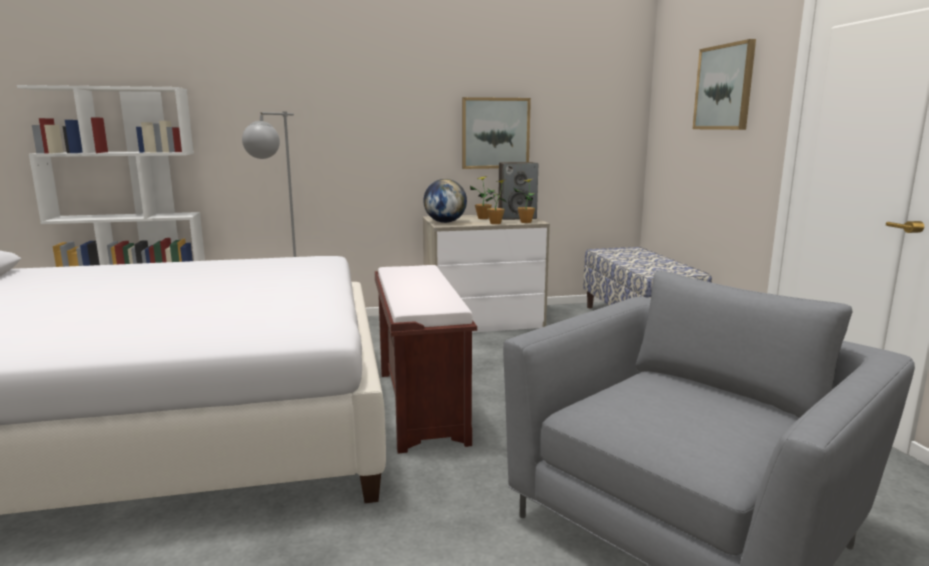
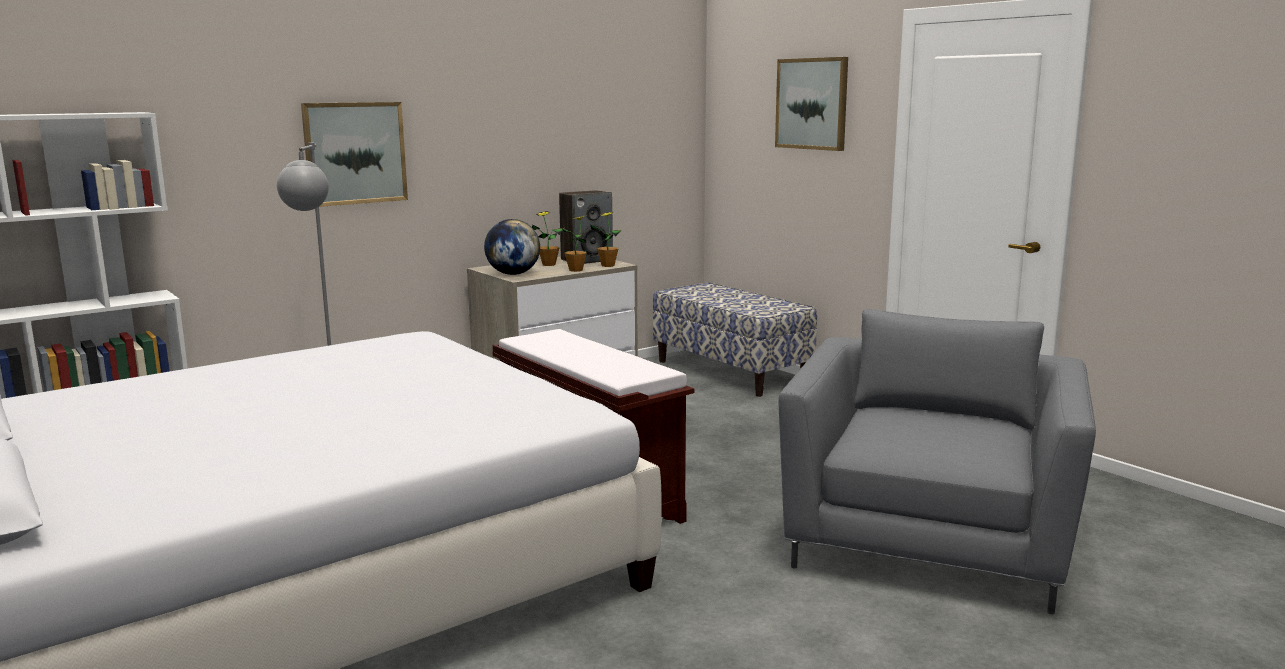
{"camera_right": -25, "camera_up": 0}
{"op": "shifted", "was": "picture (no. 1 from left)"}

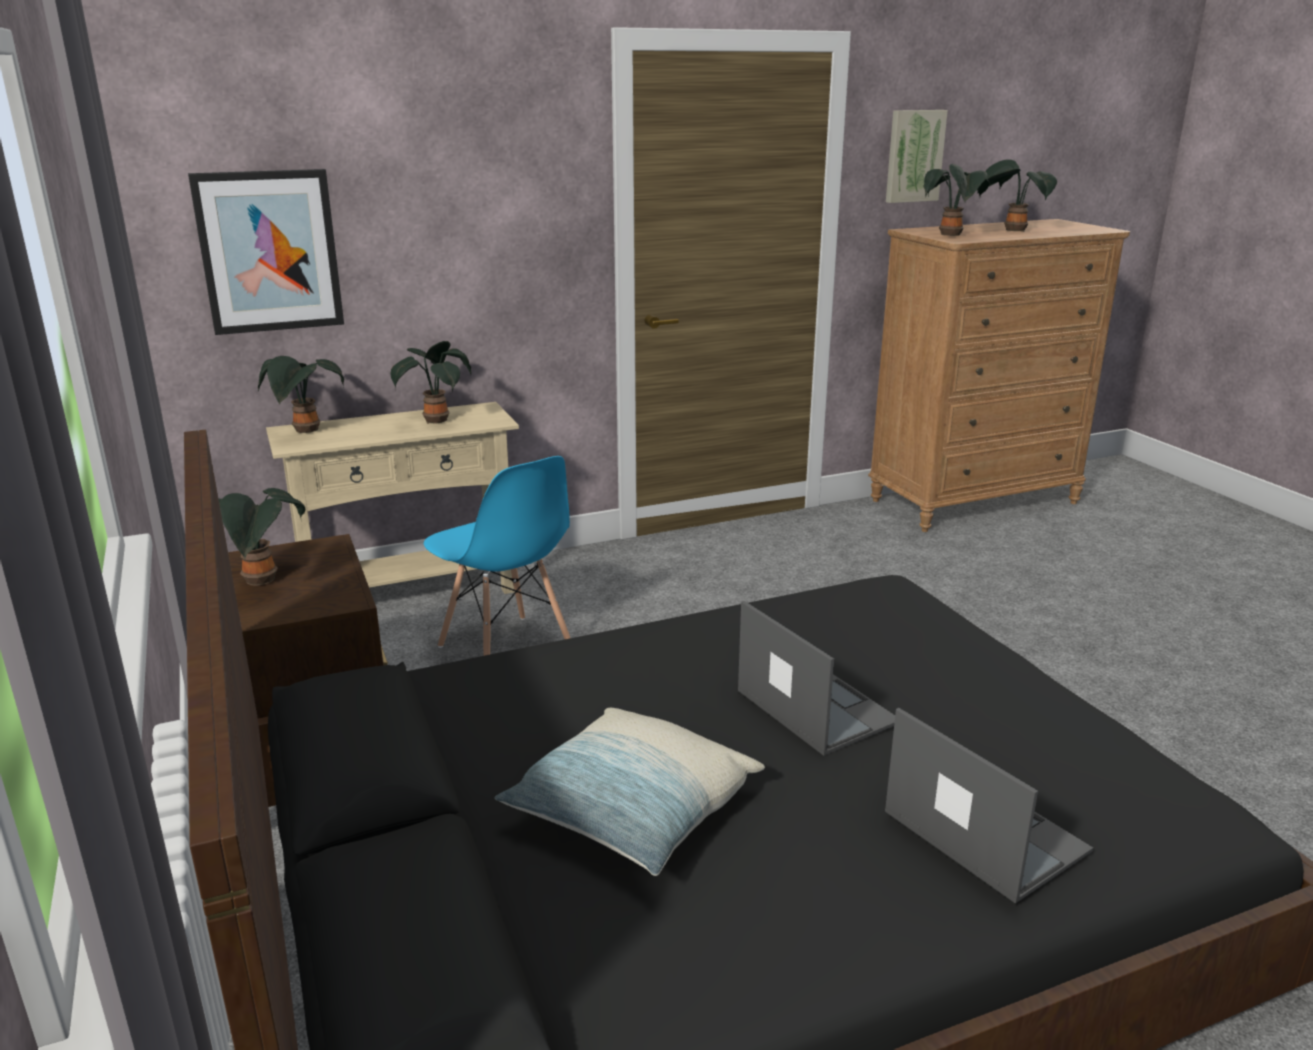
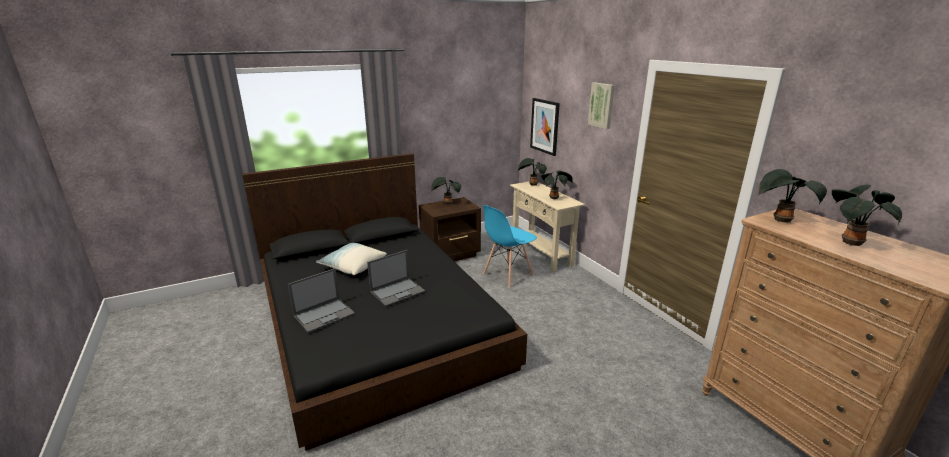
{"camera_right": 85, "camera_up": 0}
{"op": "shifted", "was": "picture (no. 2 from left)"}

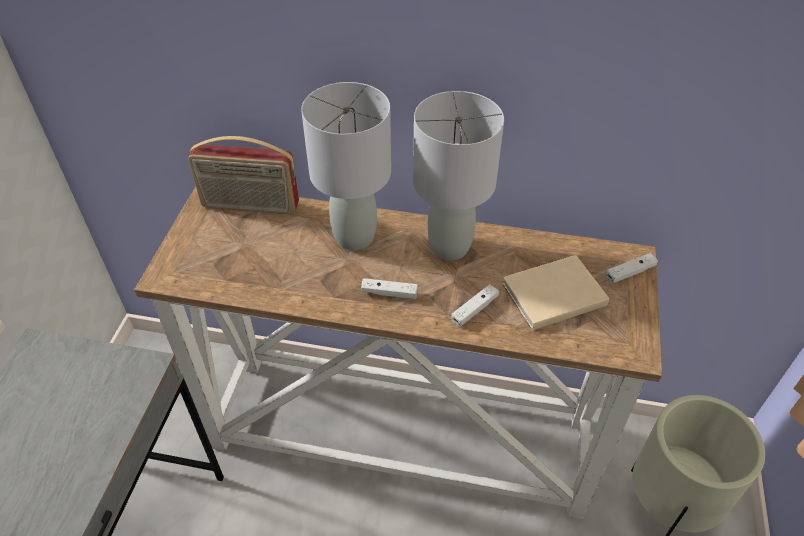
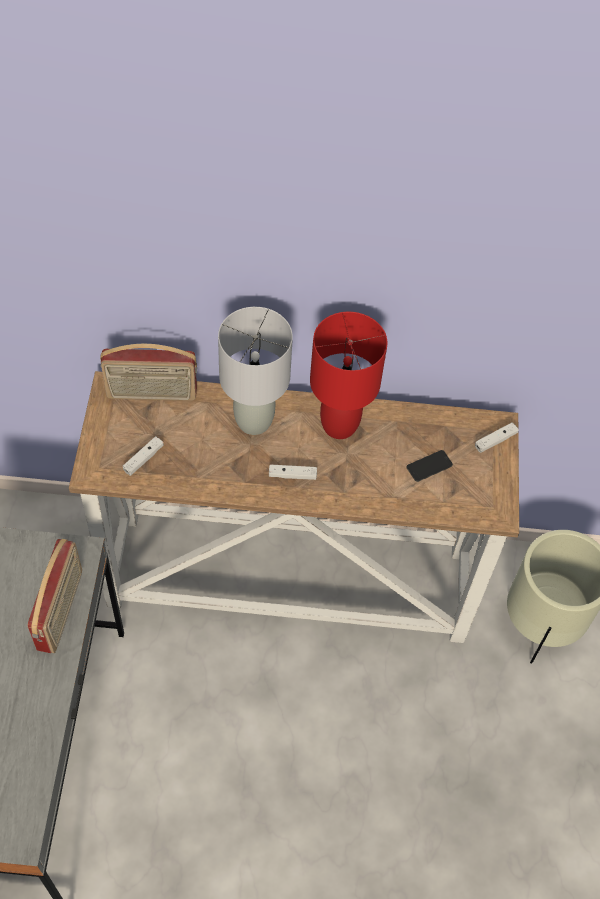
{"camera_right": -10, "camera_up": 10}
{"op": "repainted", "was": "grey table lamp (no. 2 from left)", "now": "red table lamp"}
{"op": "shifted", "was": "white game controller (no. 2 from left in the first image)", "now": "white game controller (no. 1 from left)"}
{"op": "swapped", "was": "beige book", "now": "phone"}
{"op": "new", "now": "radio (no. 1 from left)"}

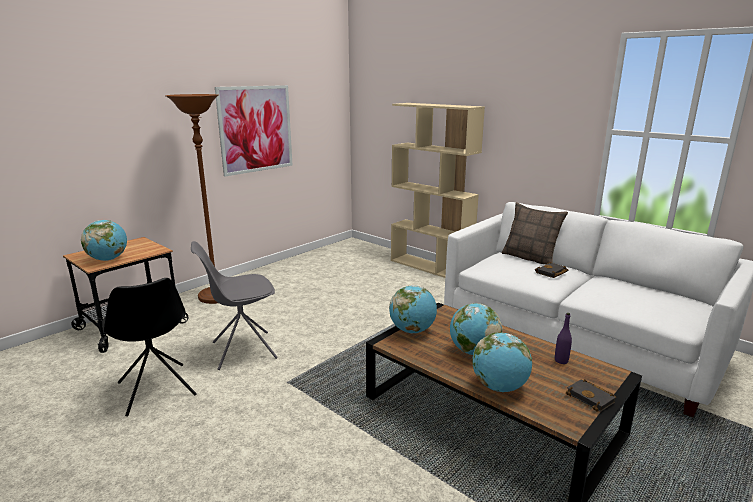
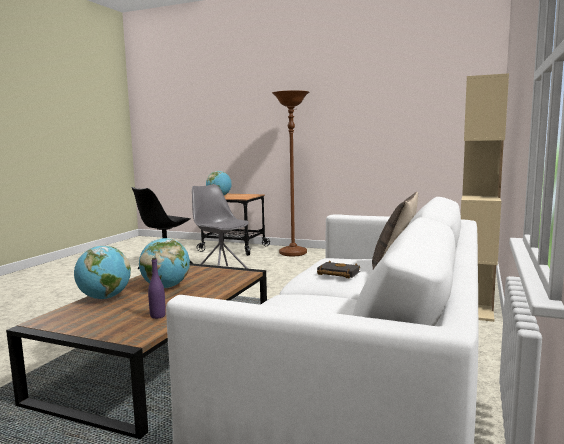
{"camera_right": 70, "camera_up": -10}
{"op": "gone", "was": "picture"}
{"op": "gone", "was": "globe (no. 2 from left)"}
{"op": "gone", "was": "black book (no. 2 from left)"}

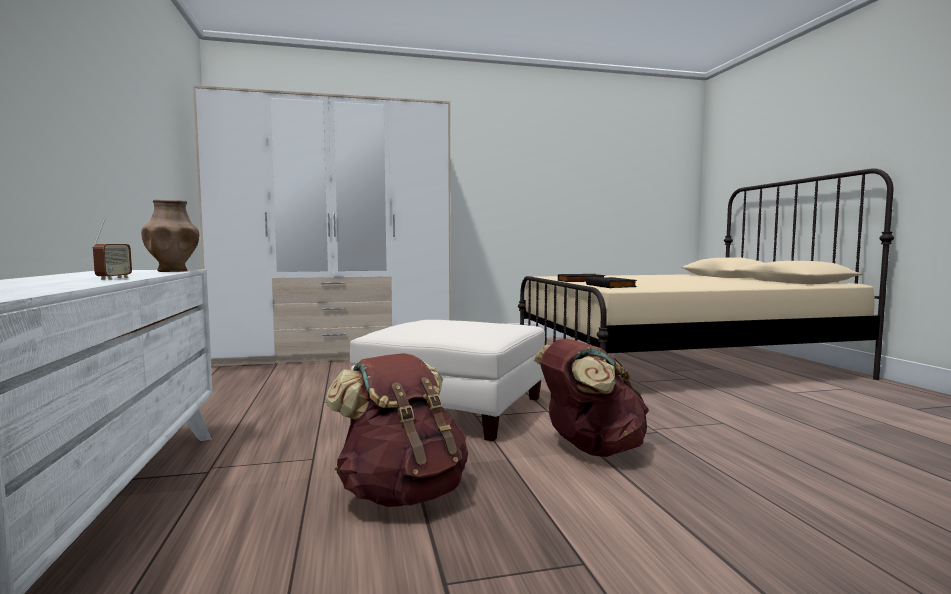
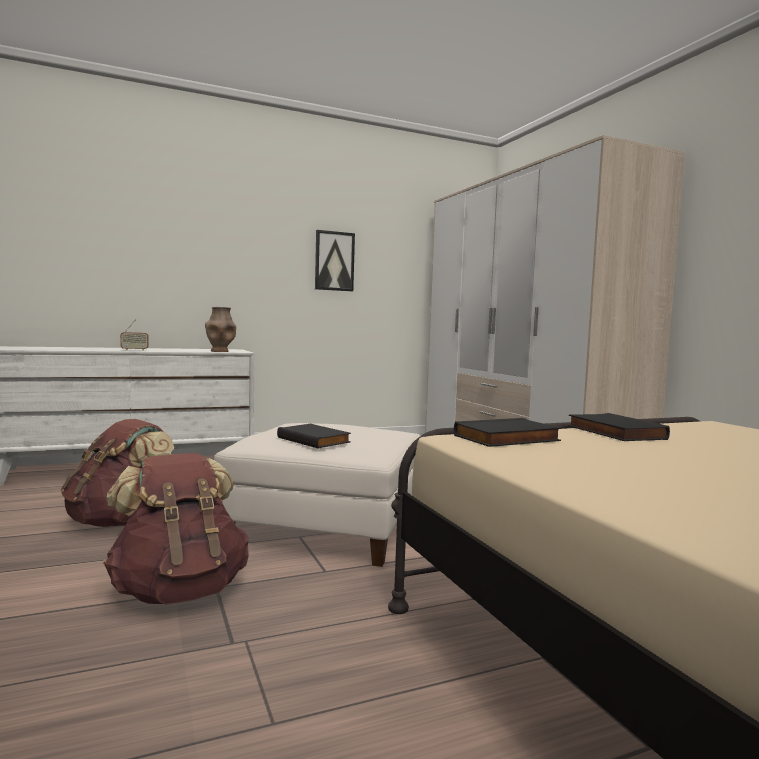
{"camera_right": 80, "camera_up": 0}
{"op": "new", "now": "black book (no. 1 from left)"}
{"op": "new", "now": "picture"}

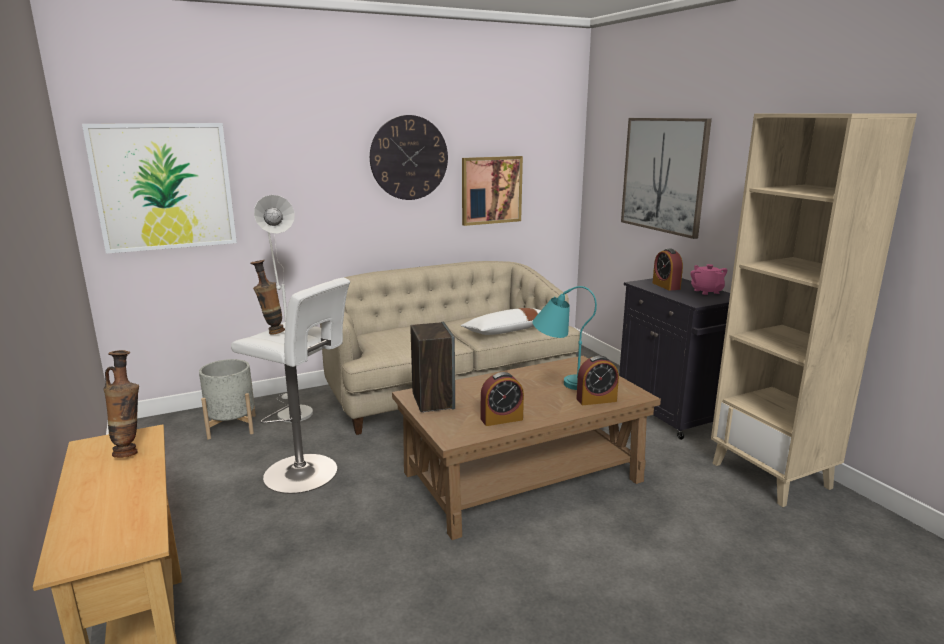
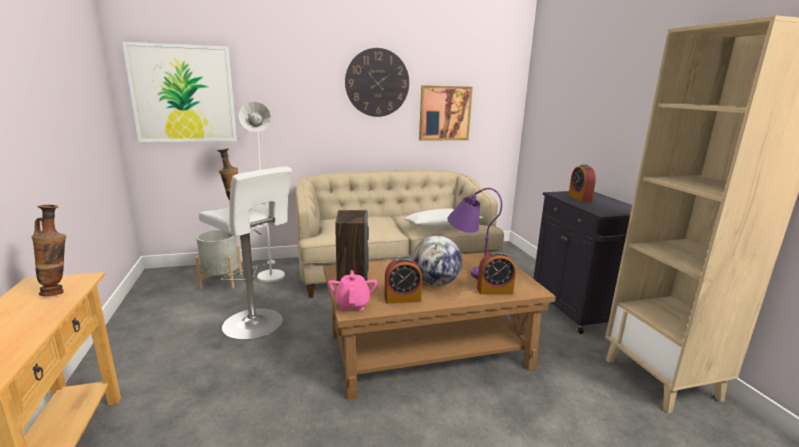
{"camera_right": 10, "camera_up": 0}
{"op": "repainted", "was": "turquoise table lamp", "now": "purple table lamp"}
{"op": "gone", "was": "picture (no. 3 from left)"}
{"op": "shifted", "was": "pink teapot"}
{"op": "new", "now": "globe"}

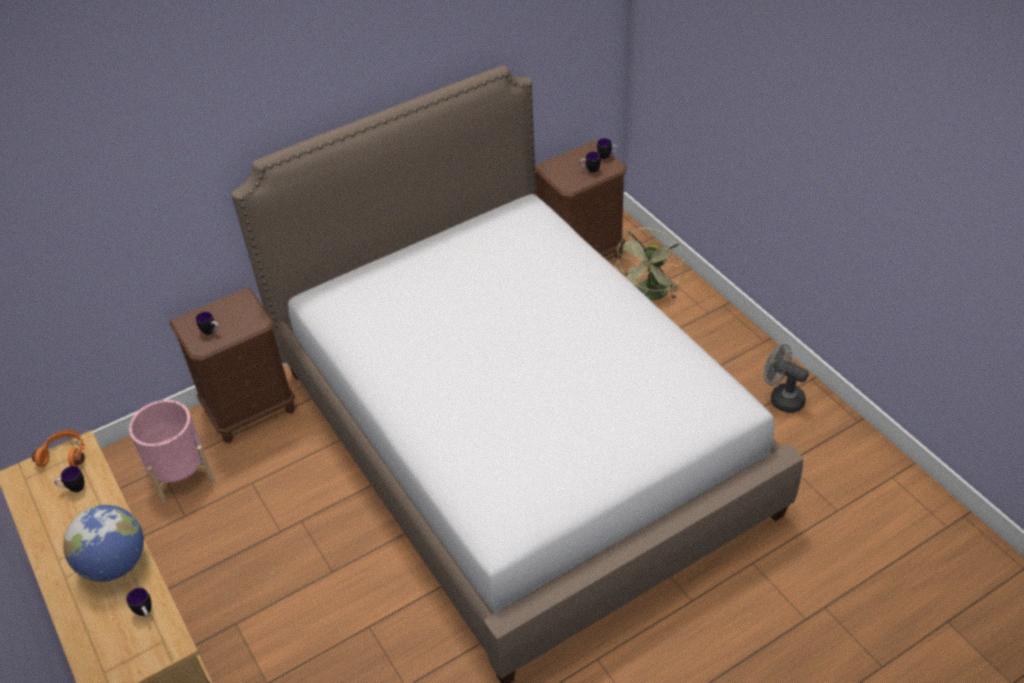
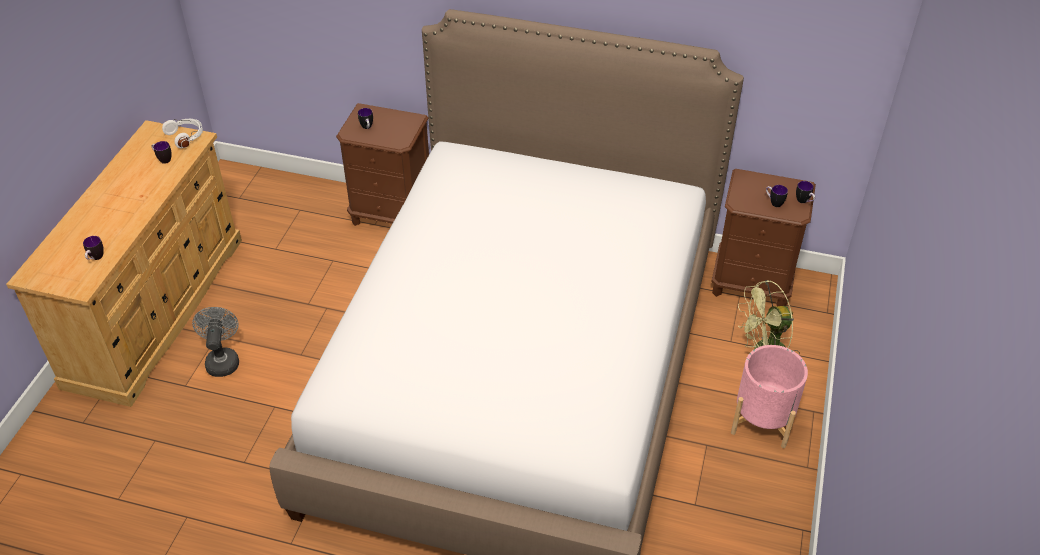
{"camera_right": 45, "camera_up": 0}
{"op": "repainted", "was": "orange headphones", "now": "white headphones"}
{"op": "gone", "was": "globe"}
{"op": "shifted", "was": "pink planter"}
{"op": "shifted", "was": "grey fan"}

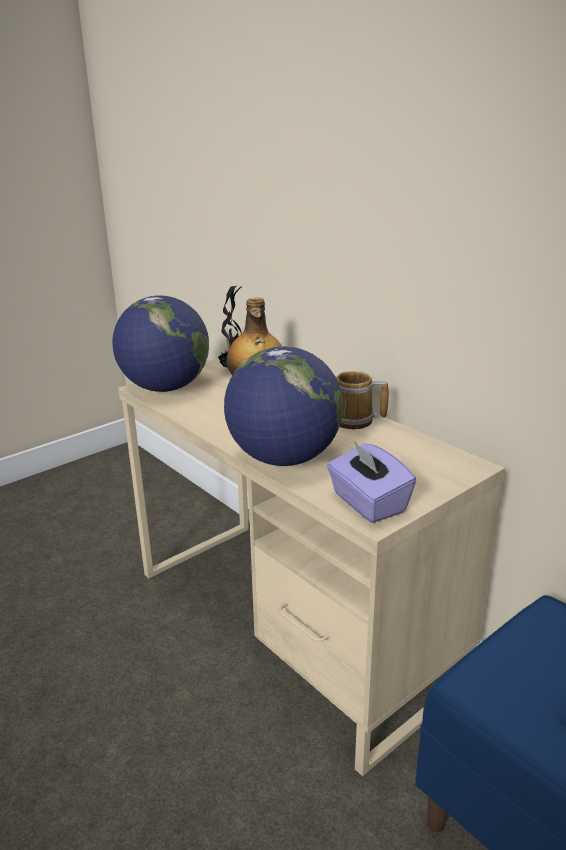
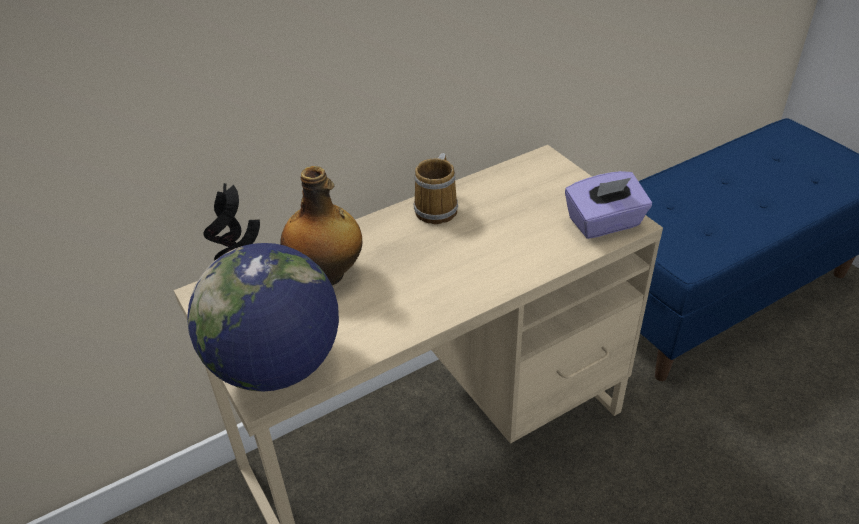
{"camera_right": -80, "camera_up": 15}
{"op": "gone", "was": "globe (no. 2 from left)"}

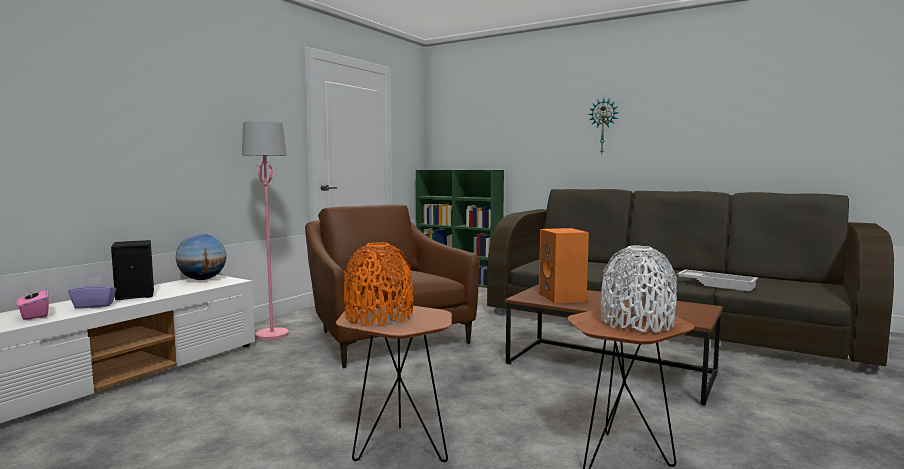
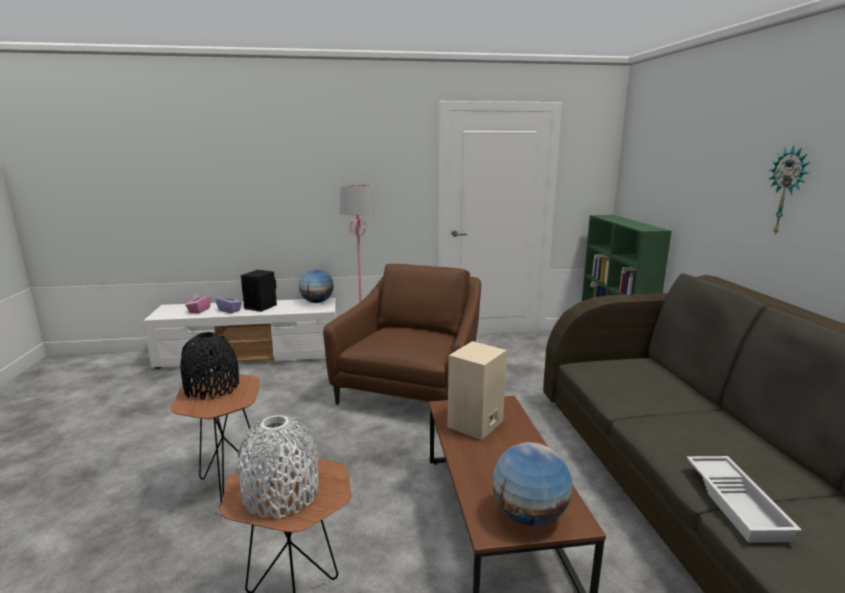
{"camera_right": 50, "camera_up": 10}
{"op": "repainted", "was": "orange vase", "now": "black vase"}
{"op": "repainted", "was": "orange speaker", "now": "beige speaker"}
{"op": "new", "now": "globe (no. 2 from left)"}

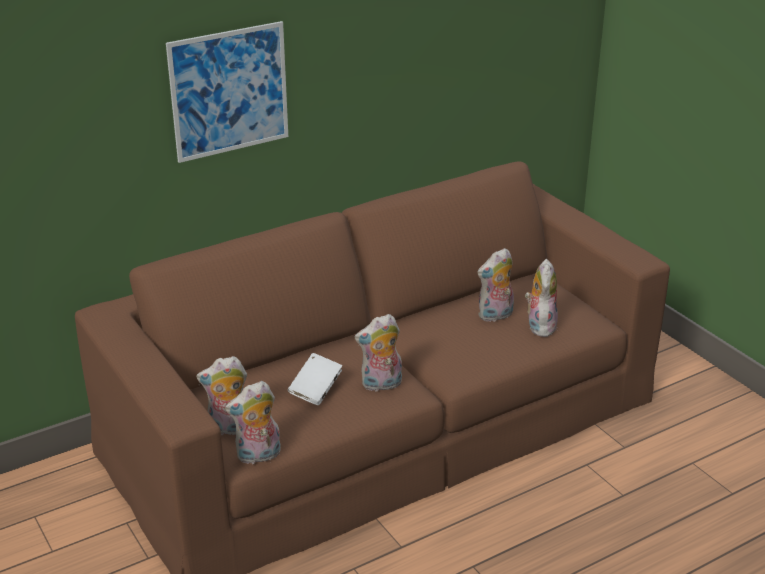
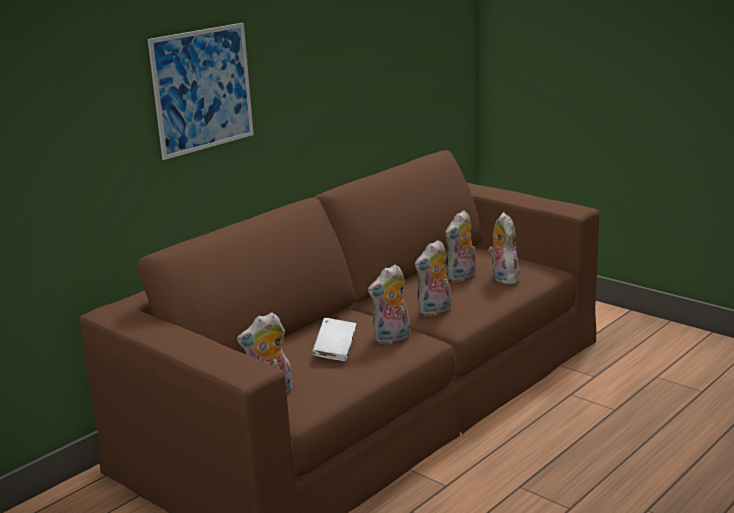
{"camera_right": -15, "camera_up": -10}
{"op": "shifted", "was": "plush toy (no. 2 from left in the first image)", "now": "plush toy (no. 3 from left)"}

